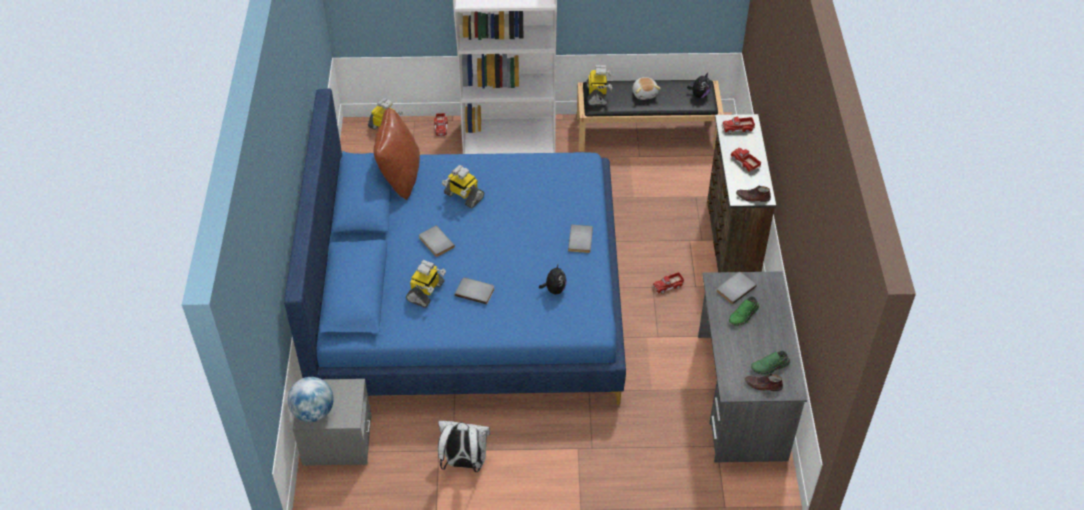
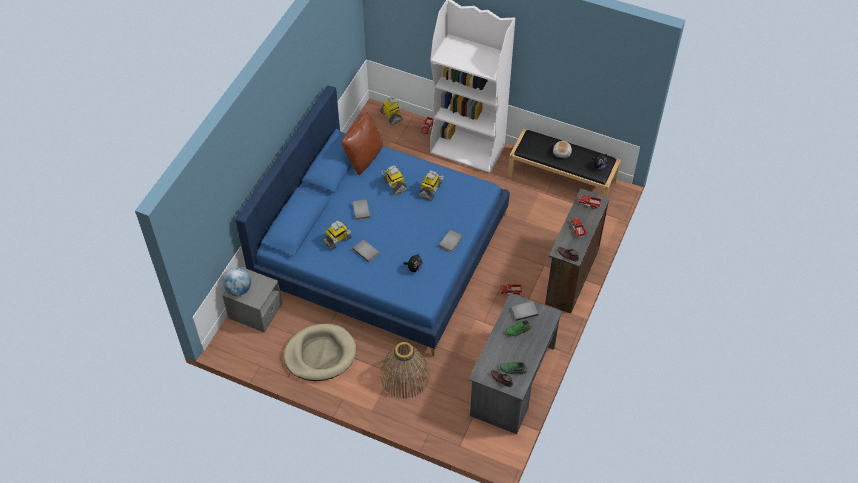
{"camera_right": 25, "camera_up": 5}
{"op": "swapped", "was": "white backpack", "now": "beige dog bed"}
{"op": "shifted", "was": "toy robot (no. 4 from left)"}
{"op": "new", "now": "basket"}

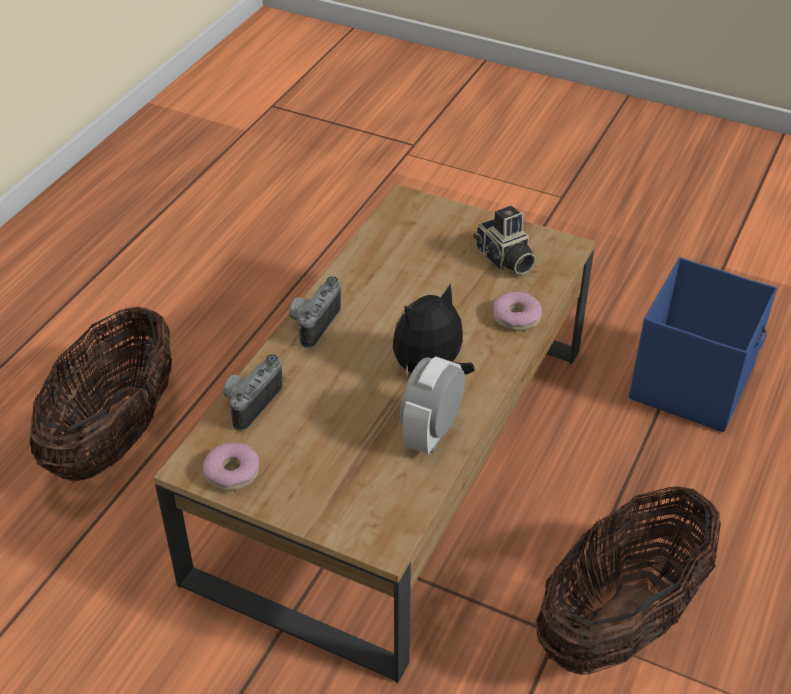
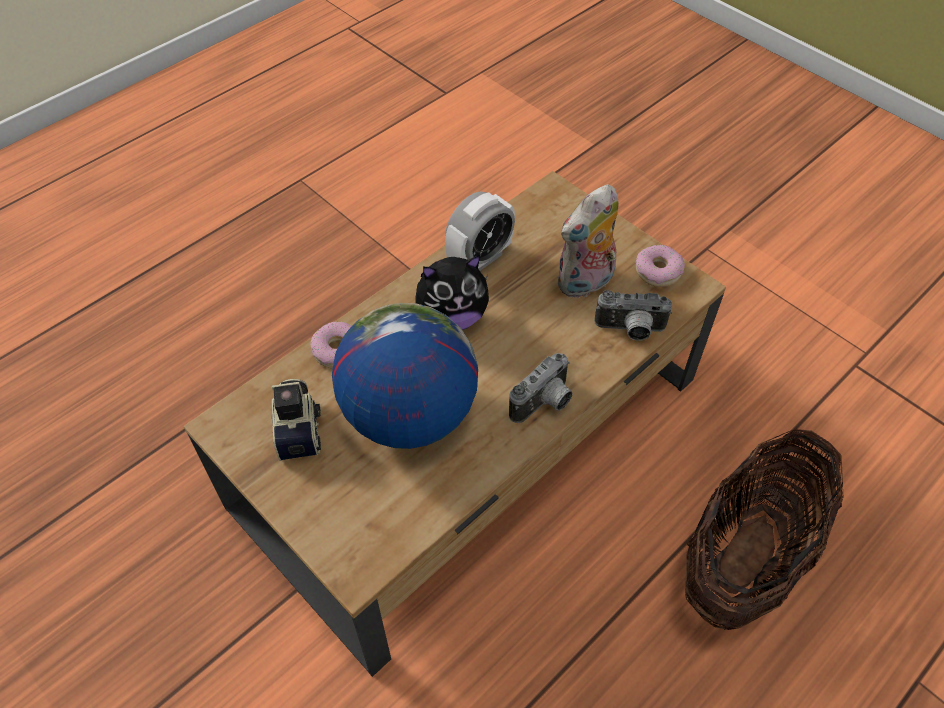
{"camera_right": -160, "camera_up": 10}
{"op": "rotated", "was": "photo camera (no. 1 from left in the first image)", "clockwise": 45}
{"op": "gone", "was": "basket (no. 2 from left)"}
{"op": "gone", "was": "blue storage box"}
{"op": "new", "now": "globe"}
{"op": "new", "now": "plush toy (no. 2 from left)"}

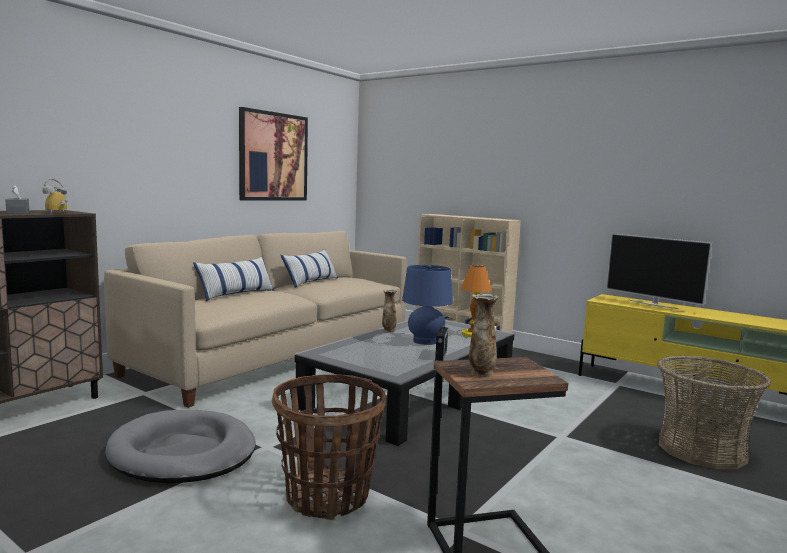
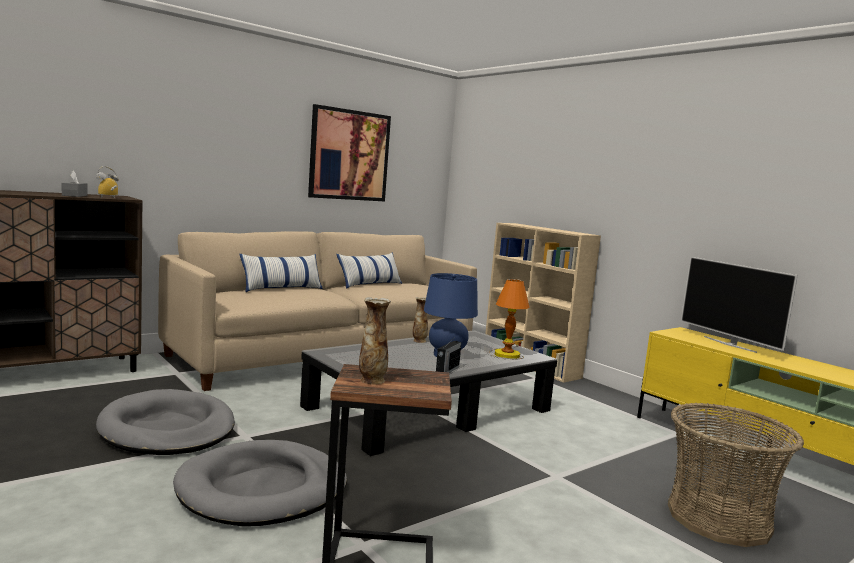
{"camera_right": 15, "camera_up": 0}
{"op": "swapped", "was": "basket (no. 1 from left)", "now": "grey dog bed (no. 2 from left)"}

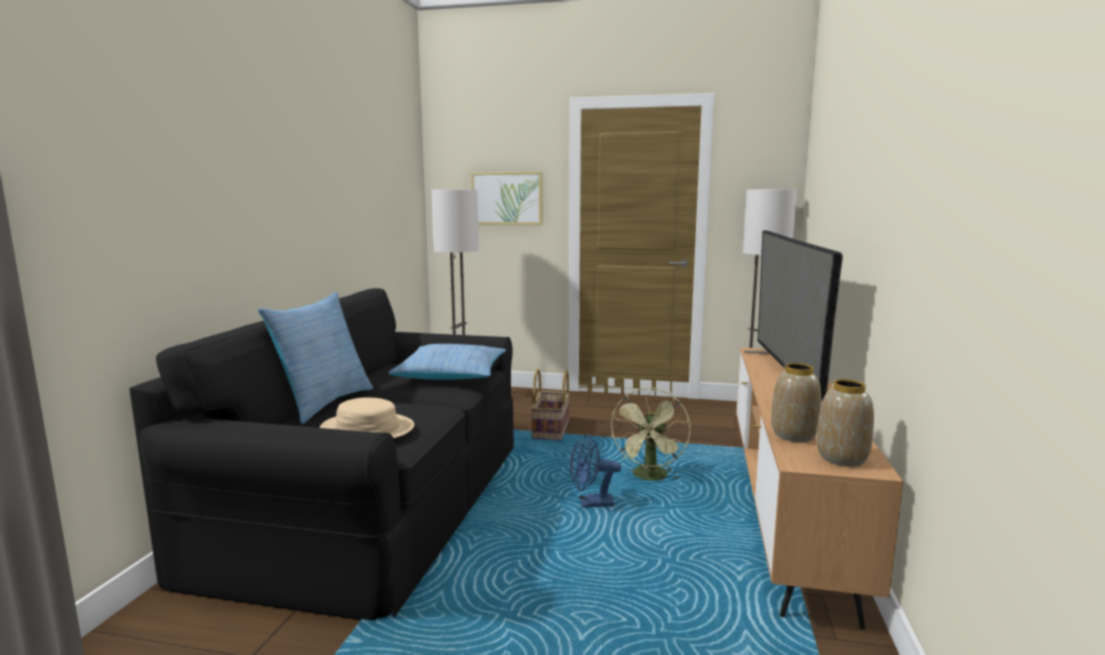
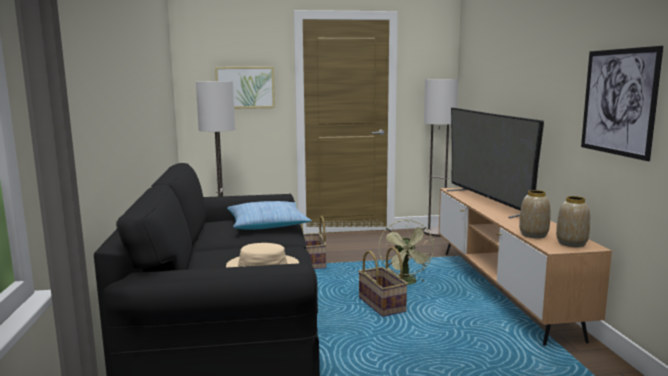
{"camera_right": -20, "camera_up": 0}
{"op": "gone", "was": "pillow (no. 1 from left)"}
{"op": "swapped", "was": "blue fan", "now": "basket (no. 2 from left)"}
{"op": "new", "now": "picture (no. 2 from left)"}

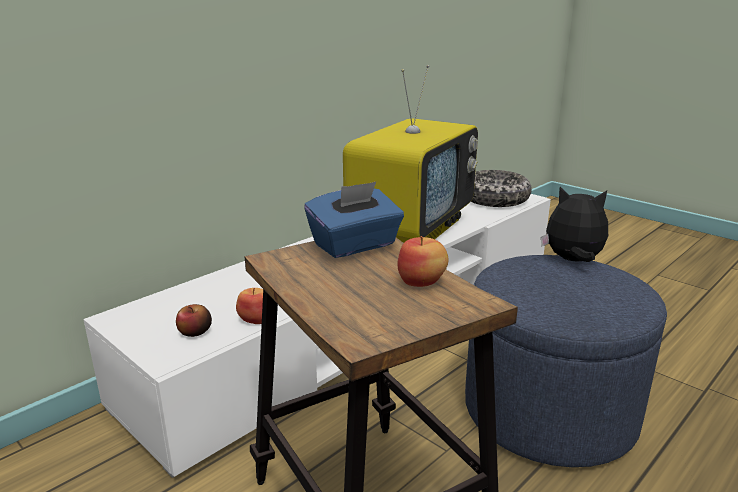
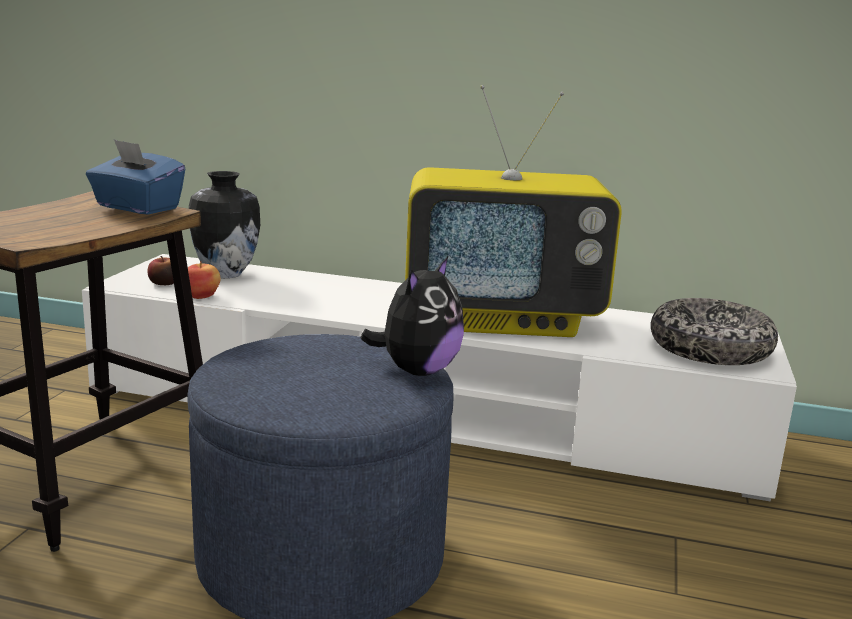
{"camera_right": 60, "camera_up": -5}
{"op": "gone", "was": "apple (no. 3 from left)"}
{"op": "rotated", "was": "plush toy", "clockwise": 45}
{"op": "new", "now": "vase"}

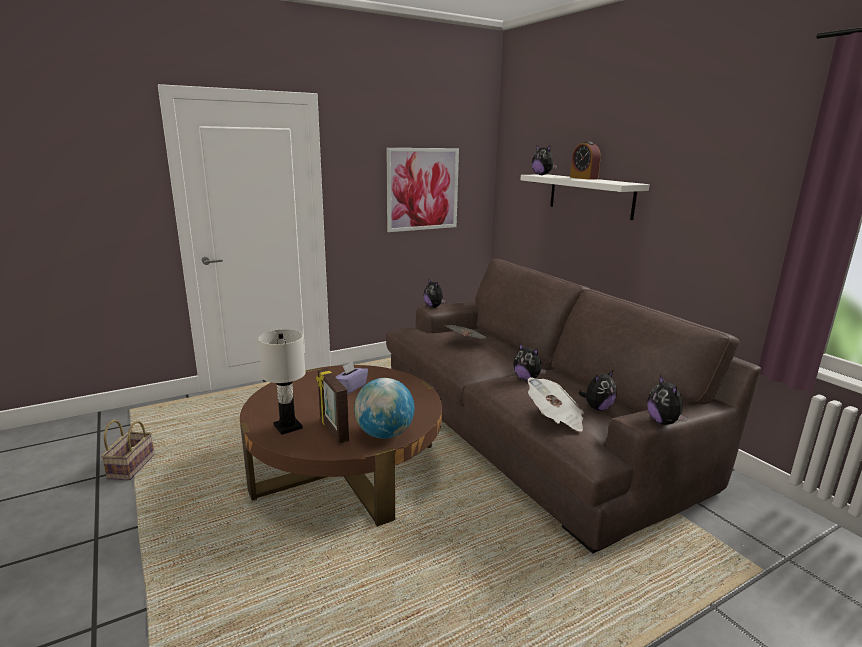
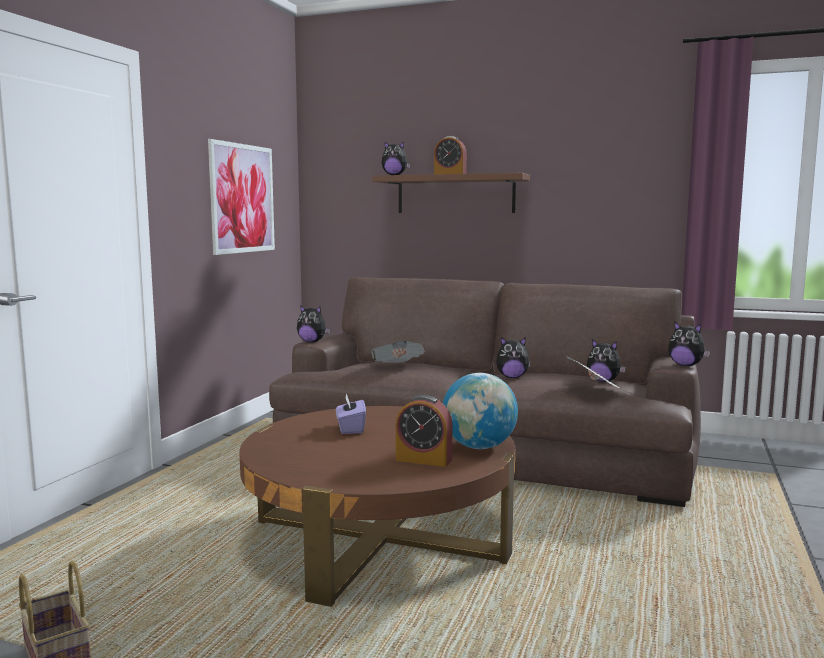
{"camera_right": -40, "camera_up": -10}
{"op": "gone", "was": "white table lamp"}
{"op": "swapped", "was": "picture frame", "now": "alarm clock (no. 1 from left)"}
{"op": "repainted", "was": "white shelf", "now": "brown shelf"}
{"op": "rotated", "was": "plush toy (no. 4 from left)", "clockwise": 105}

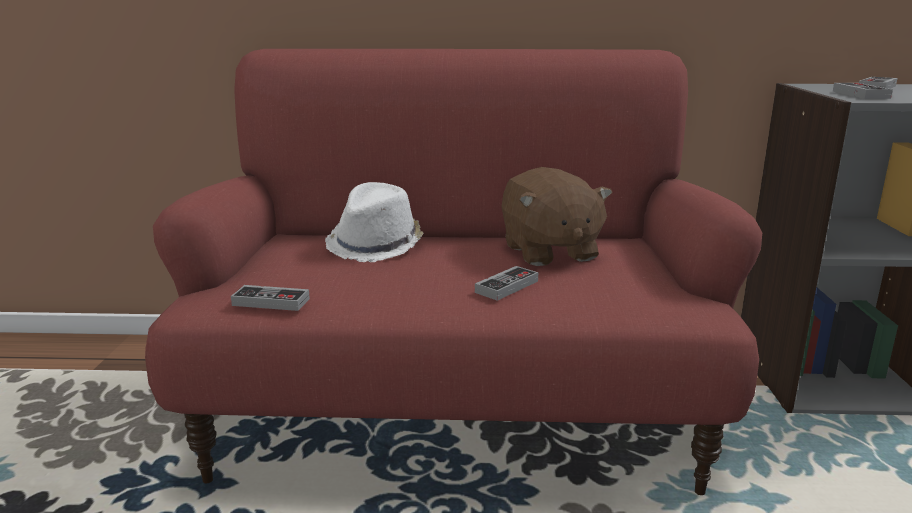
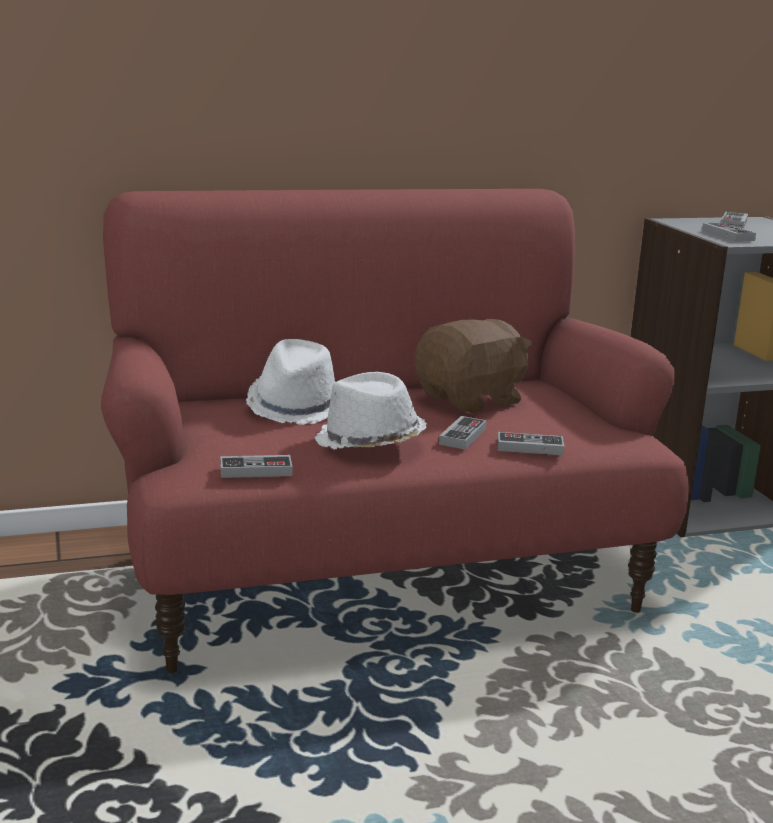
{"camera_right": -20, "camera_up": 0}
{"op": "rotated", "was": "brown plush toy", "clockwise": -90}
{"op": "new", "now": "white hat (no. 2 from left)"}
{"op": "new", "now": "game controller (no. 3 from left)"}

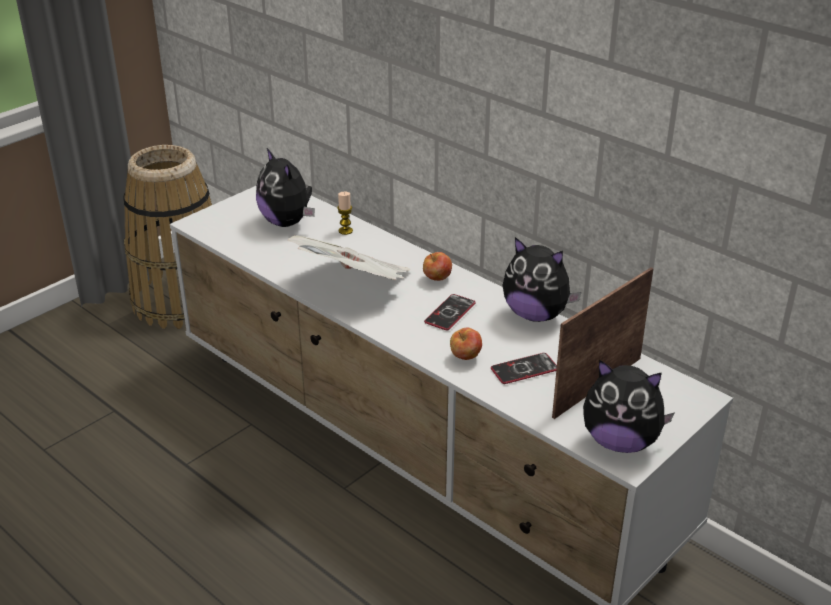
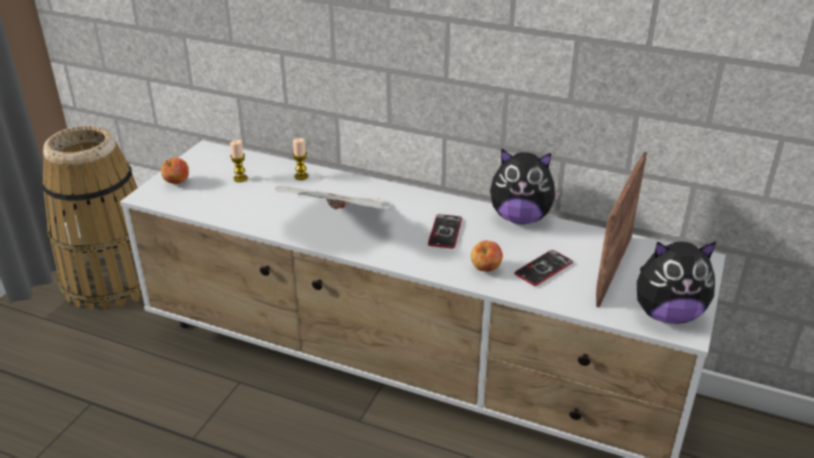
{"camera_right": -20, "camera_up": 0}
{"op": "swapped", "was": "plush toy (no. 1 from left)", "now": "candle (no. 1 from left)"}
{"op": "shifted", "was": "apple (no. 1 from left)"}

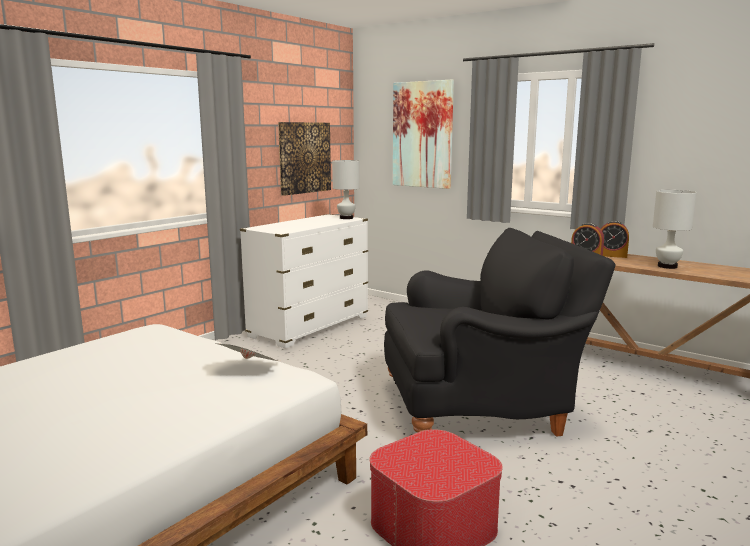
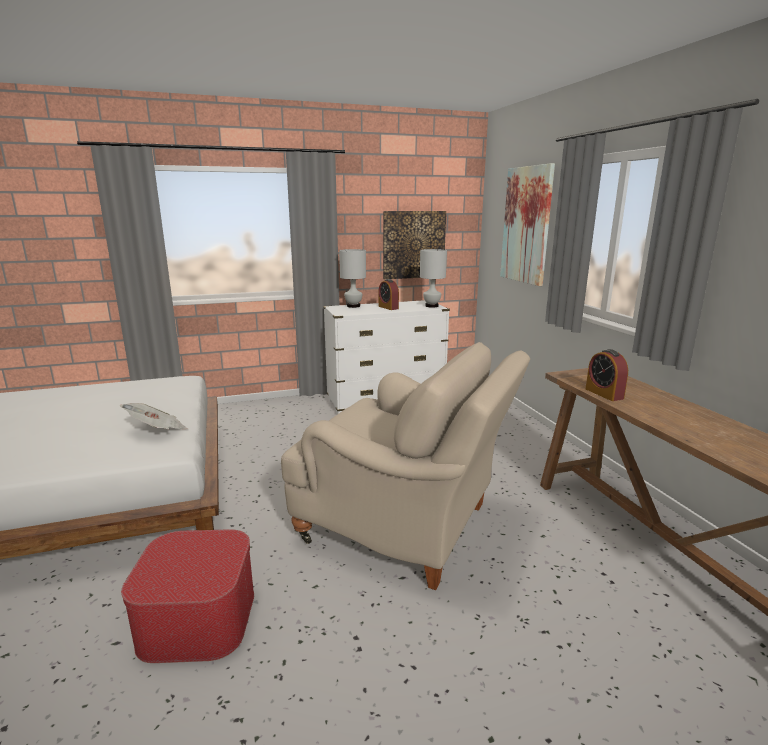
{"camera_right": 35, "camera_up": 5}
{"op": "repainted", "was": "black armchair", "now": "beige armchair"}
{"op": "shifted", "was": "alarm clock (no. 2 from left in the first image)", "now": "alarm clock (no. 1 from left)"}
{"op": "shifted", "was": "white table lamp (no. 2 from left in the first image)", "now": "white table lamp (no. 1 from left)"}

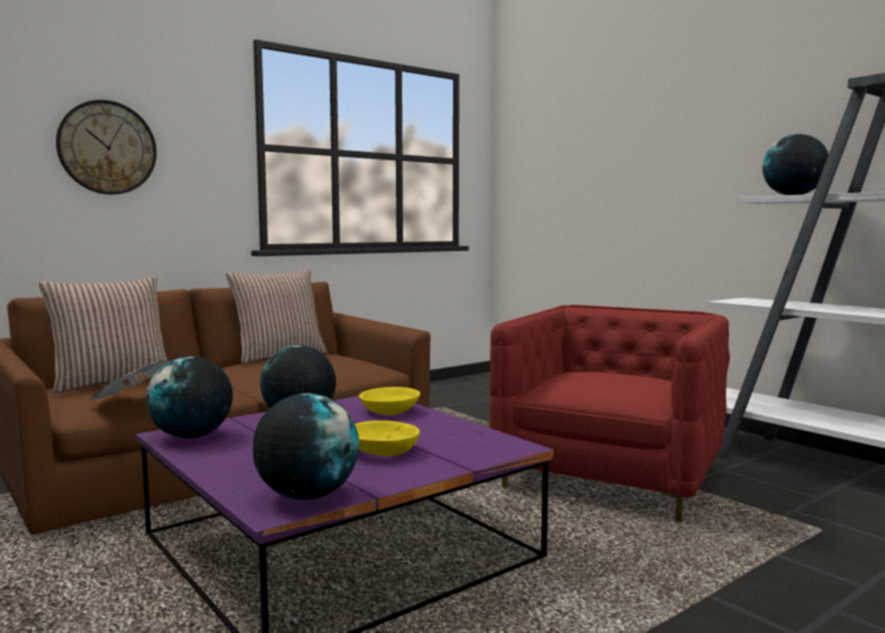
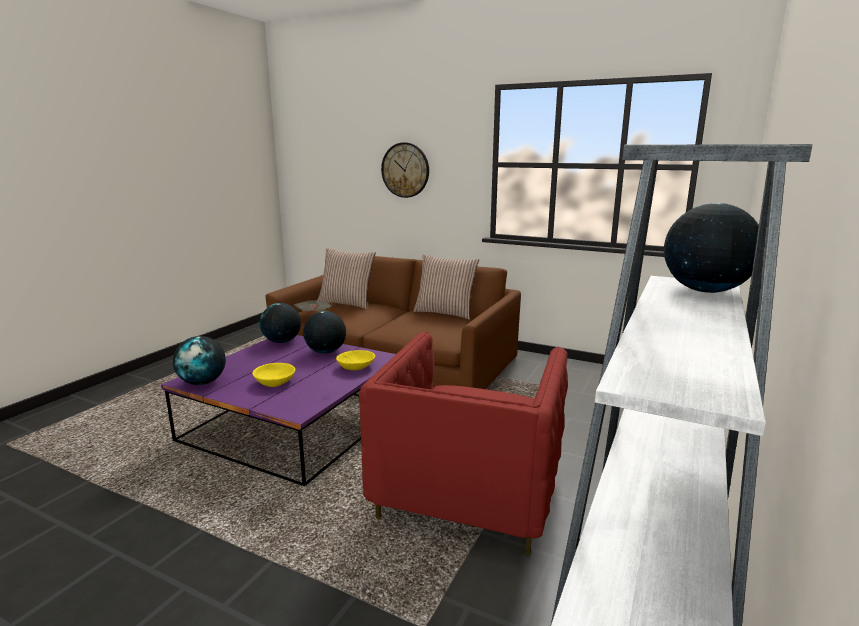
{"camera_right": 65, "camera_up": 10}
{"op": "rotated", "was": "red armchair", "clockwise": 105}

